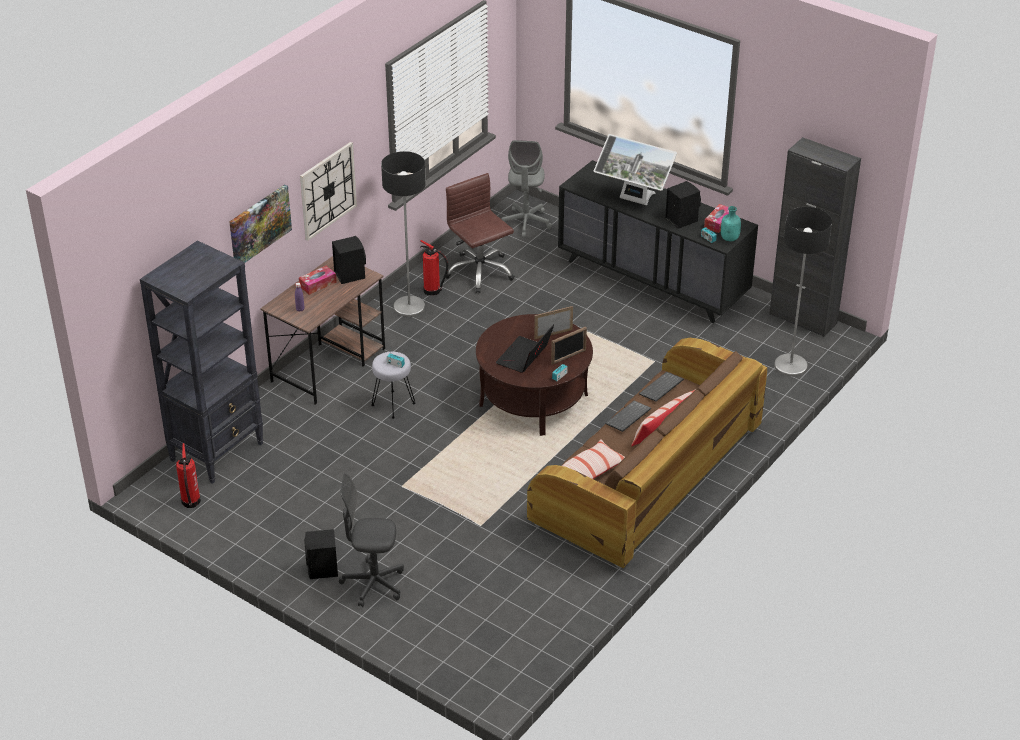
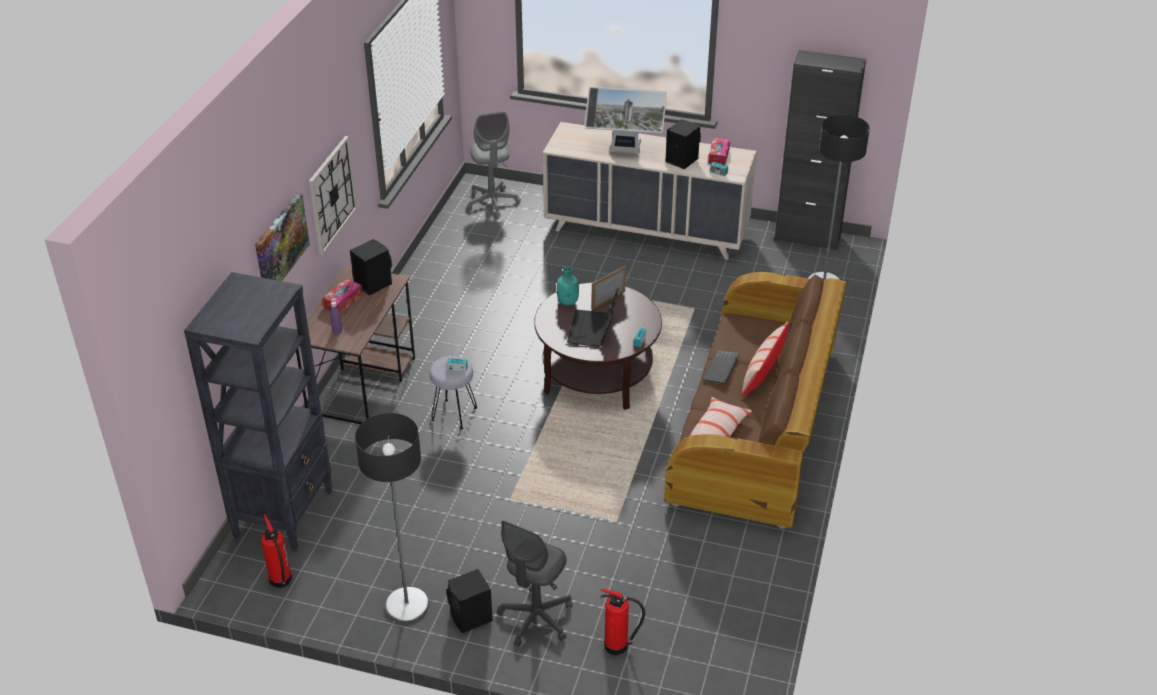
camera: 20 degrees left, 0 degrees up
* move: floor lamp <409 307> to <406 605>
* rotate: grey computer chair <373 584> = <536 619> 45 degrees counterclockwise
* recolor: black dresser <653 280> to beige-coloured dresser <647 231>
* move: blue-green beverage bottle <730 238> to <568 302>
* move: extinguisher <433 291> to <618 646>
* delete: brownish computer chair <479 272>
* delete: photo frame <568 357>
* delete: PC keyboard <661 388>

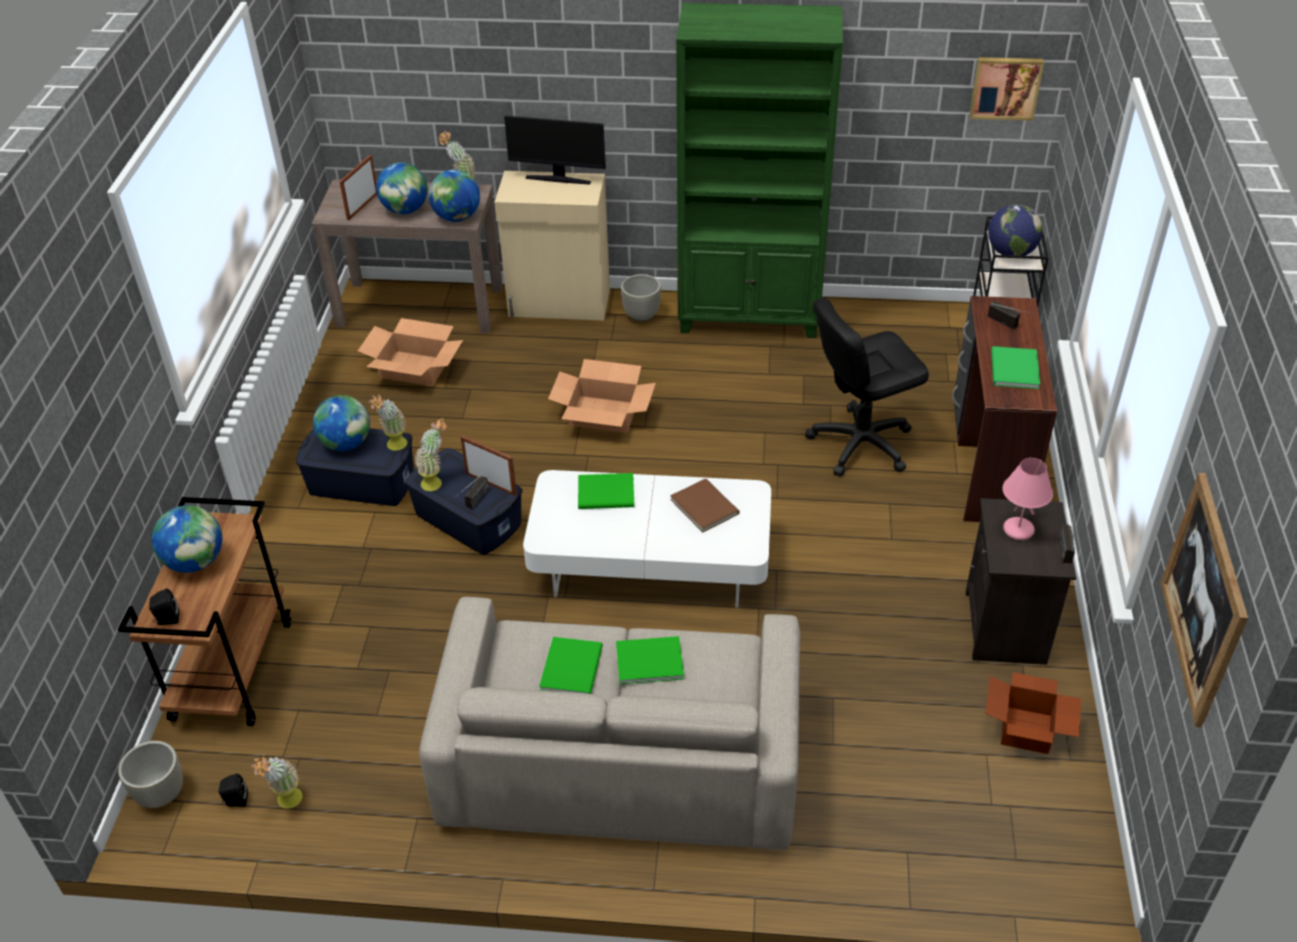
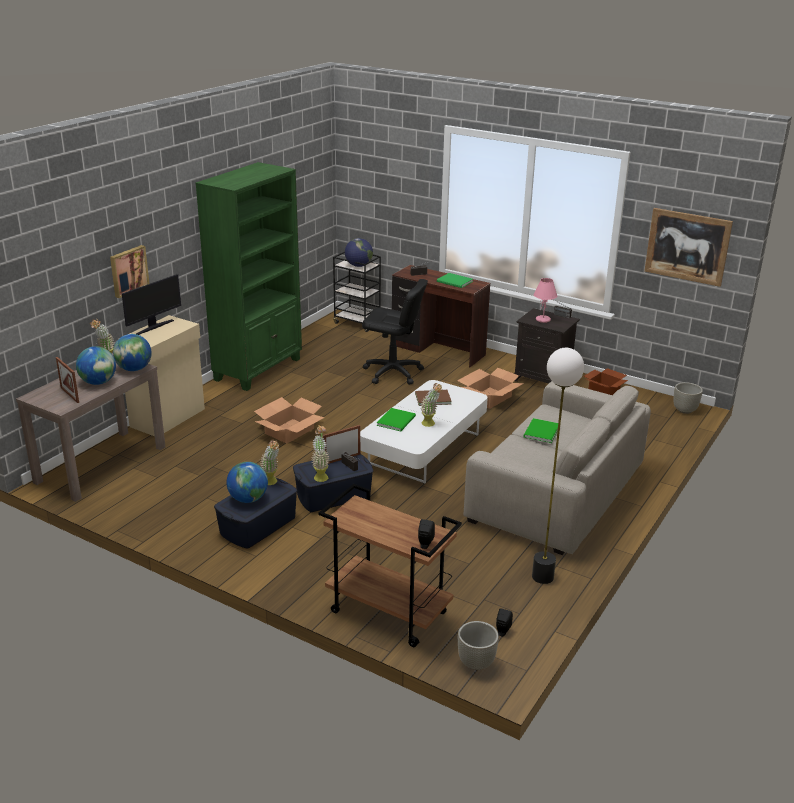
camera: 65 degrees left, 15 degrees down
* move: wall picture <1005 87> to <128 270>
* rotate: black computer chair <860 443> = <393 373> 75 degrees counterclockwise
* move: plant in a pot <286 803> to <430 424>
* move: carton <414 368> to <489 398>
* insert: floor lamp <542 577>
* move: grey planter <641 315> to <684 410>
* delete: desk globe <195 562>
* delete: greenish bound book <573 667>

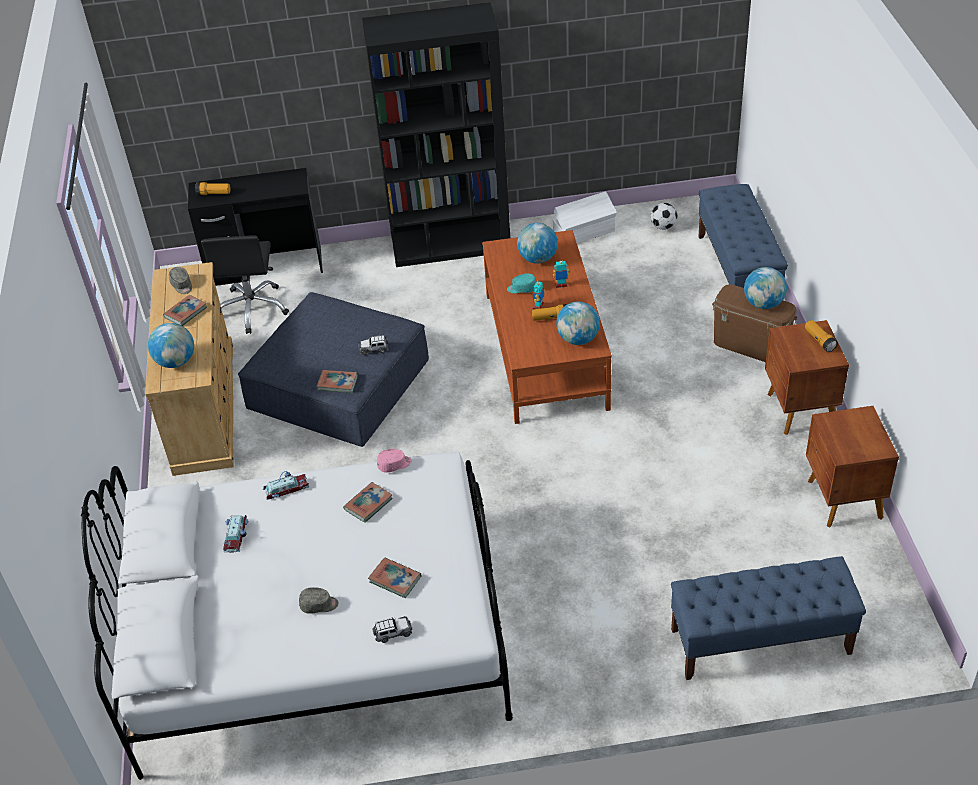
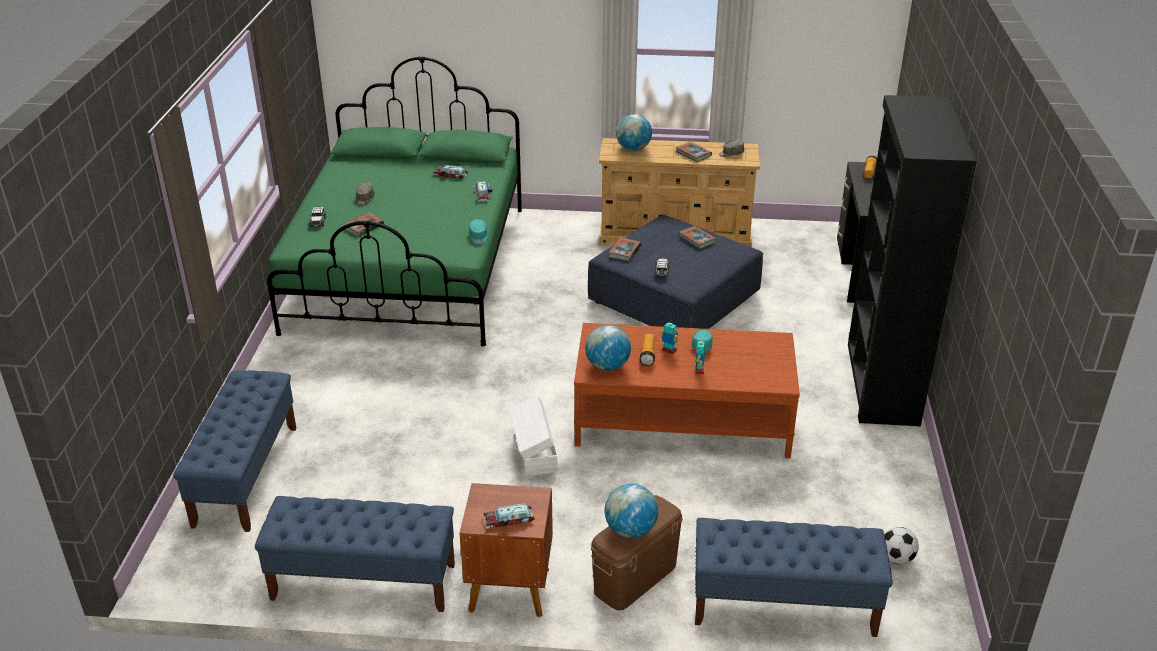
camera: 100 degrees right, 10 degrees down
* replace: brownish night table <843 500> to blue indoor bench <363 582>
* recolor: white-coloured bed <319 635> to greenish bed <410 268>
* recolor: pink-coloured baseball cap <394 464> to blue-green baseball cap <478 237>
* replace: hand torch <819 341> to miniature car <509 520>
* move: white-coloured storage container <585 232> to <534 452>
* move: bound book <368 504> to <697 239>
* delete: black computer chair <252 308>
* delete: desk globe <538 259>

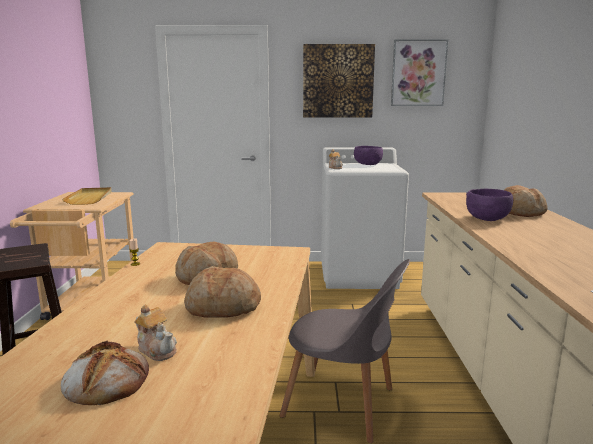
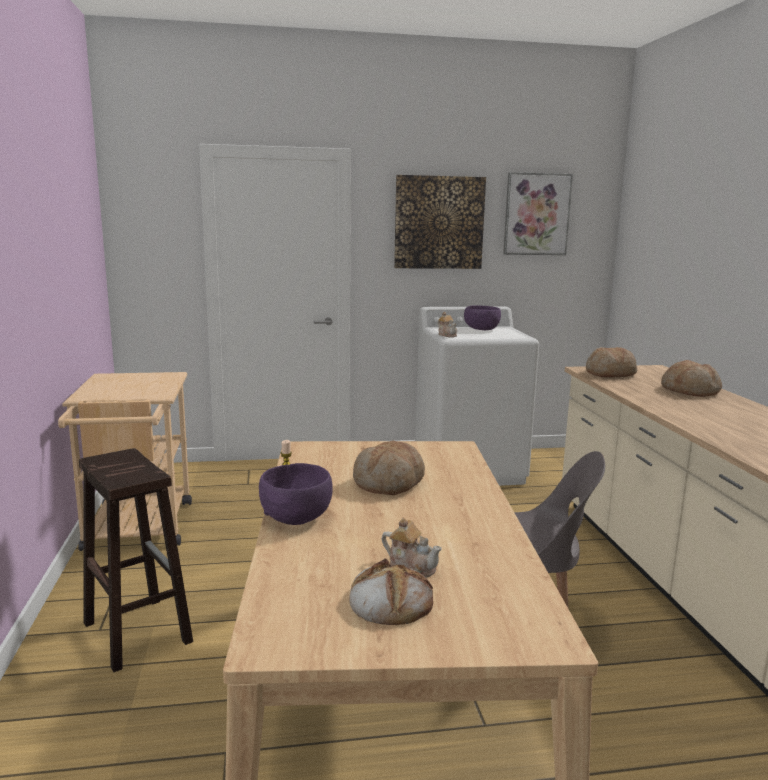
camera: 10 degrees left, 0 degrees up
* move: purple bowl <487 218> to <297 517>
* move: bread <222 307> to <610 374>
* delete: beige-coloured tray <90 198>

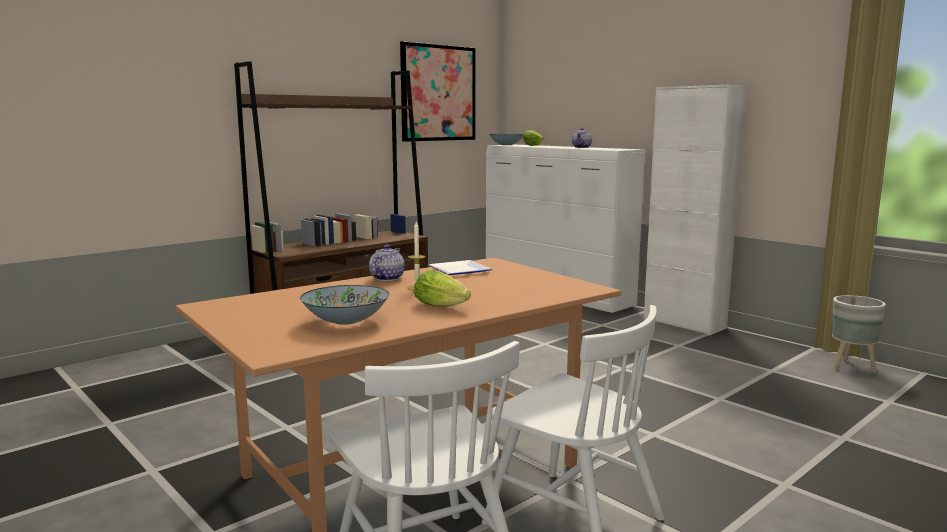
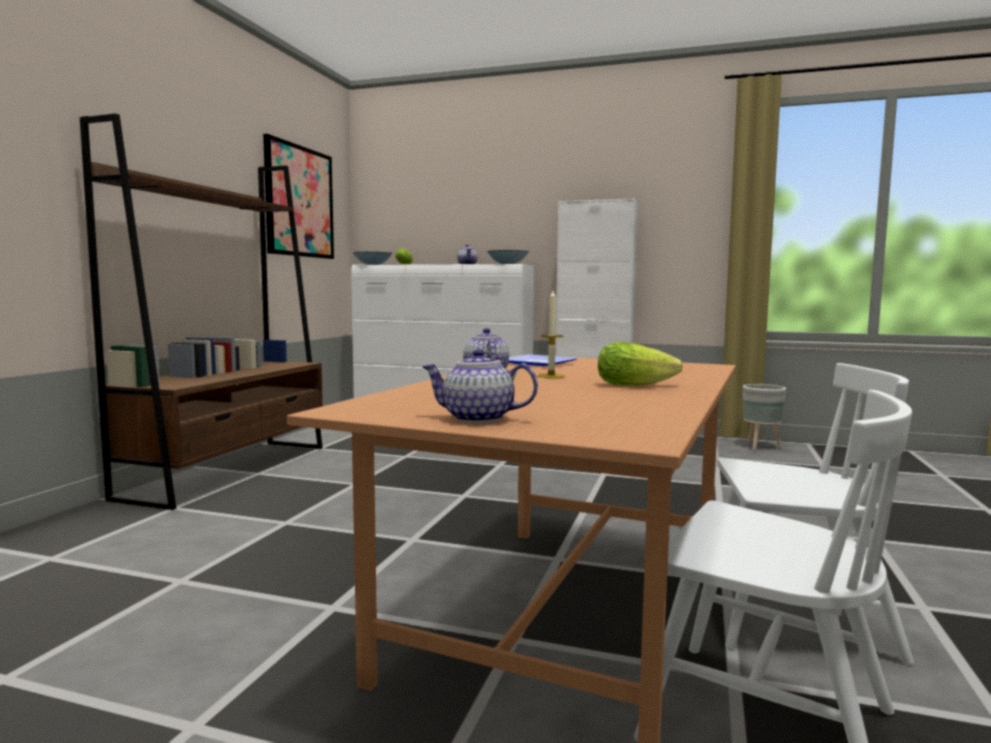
camera: 30 degrees left, 5 degrees down
* insert: pot for tea <477 418>
* move: bowl <346 321> to <508 264>

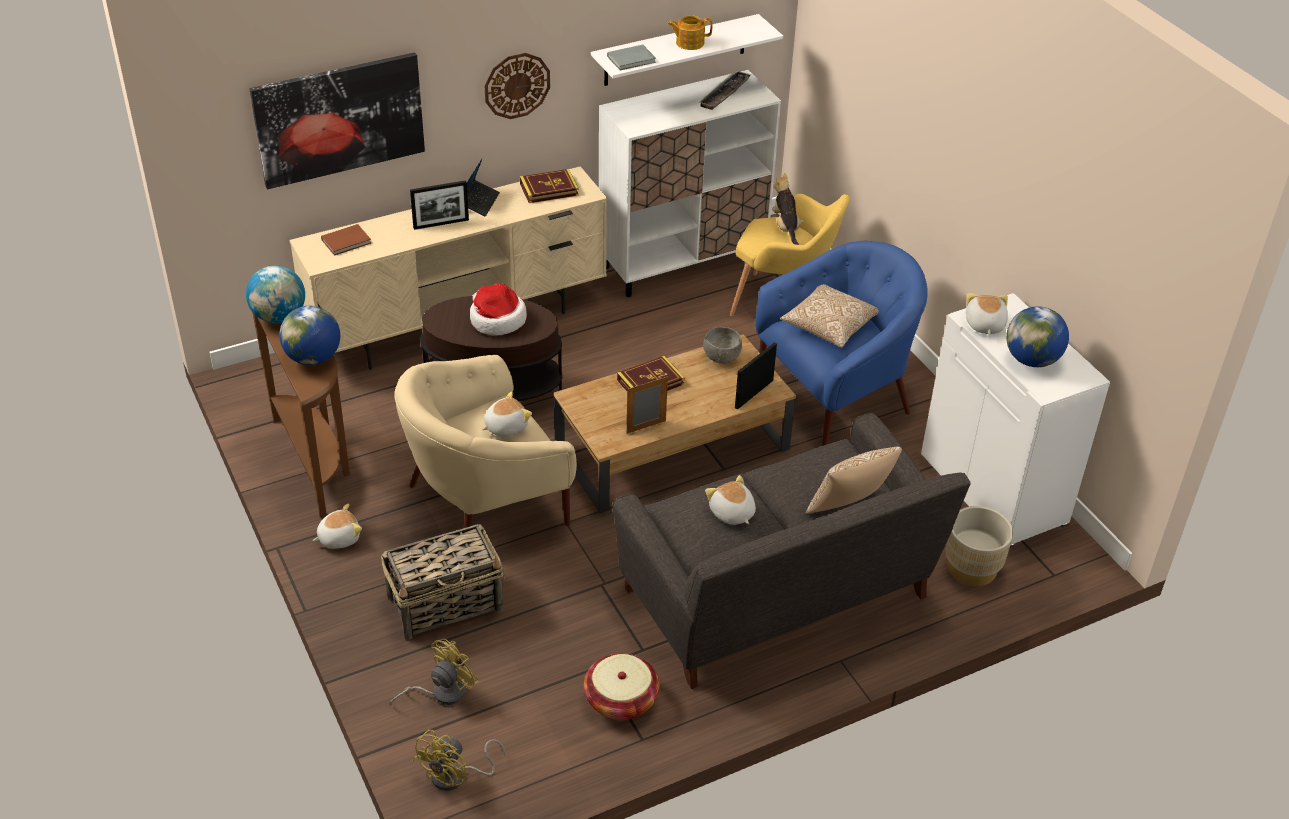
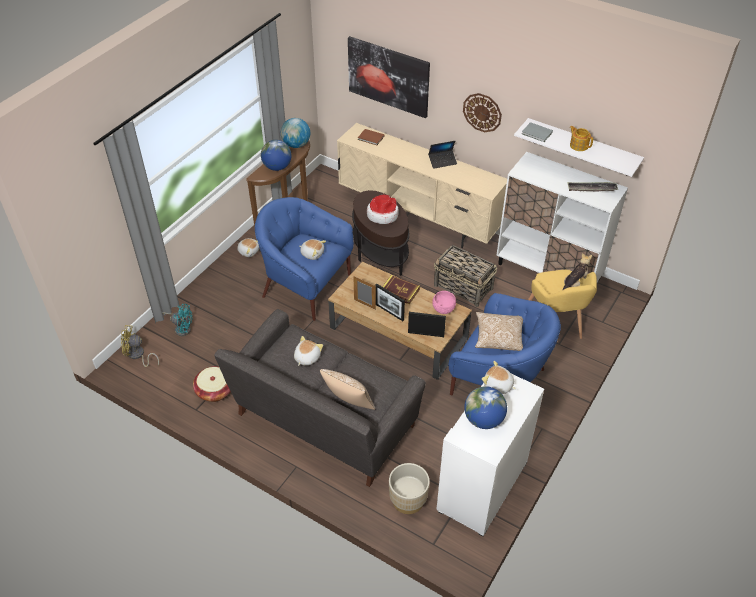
camera: 60 degrees right, 5 degrees up
* recolor: yellow-coloured fan <441 693> to blue-green fan <181 328>
* recolor: beige-coloured easy chair <486 503> to blue easy chair <305 286>
* move: photo frame <441 224> to <389 312>
* recolor: grey bowl <721 358> to pink-coloured bowl <443 309>
* move: basket <446 603> to <463 287>
* rotate: soft toy <984 325> = <498 385> 120 degrees counterclockwise
* delete: bound book <549 189>

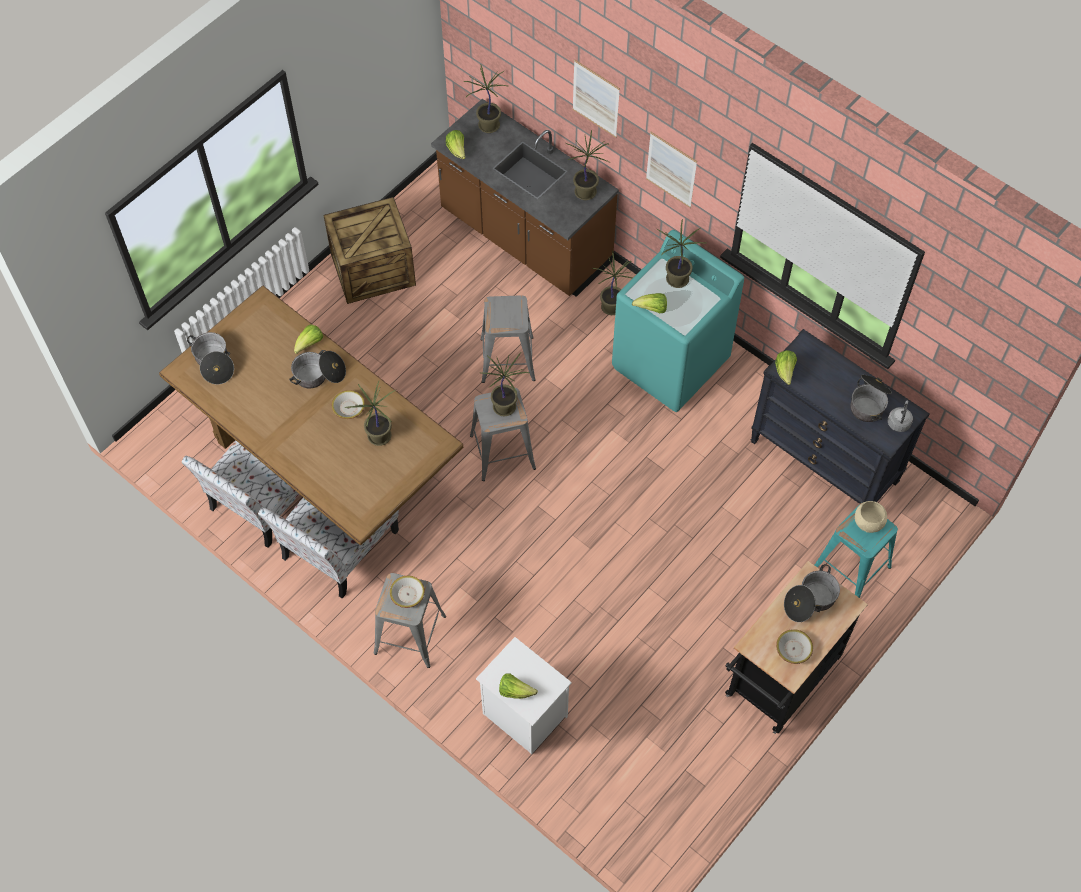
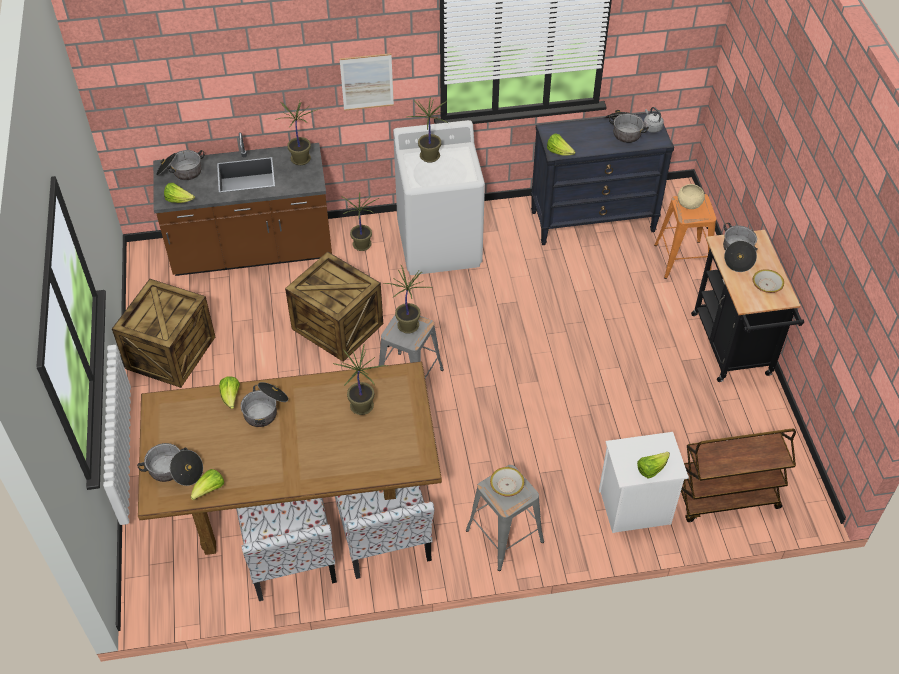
camera: 50 degrees left, 10 degrees down
* replace: plant in a pot <488 126> to cooking pot <180 172>
* move: lettuce head <652 309> to <209 490>
* replace: grey sitting stool <508 359> to crate <338 325>
* recolor: blue-green washing machine <670 364> to white-coloured washing machine <440 245>
* recolor: blue-green sitting stool <852 568> to orange sitting stool <683 259>
* insert: brownish cart <726 499>
* delete: bowl <348 408>
* delete: wall picture <596 98>

